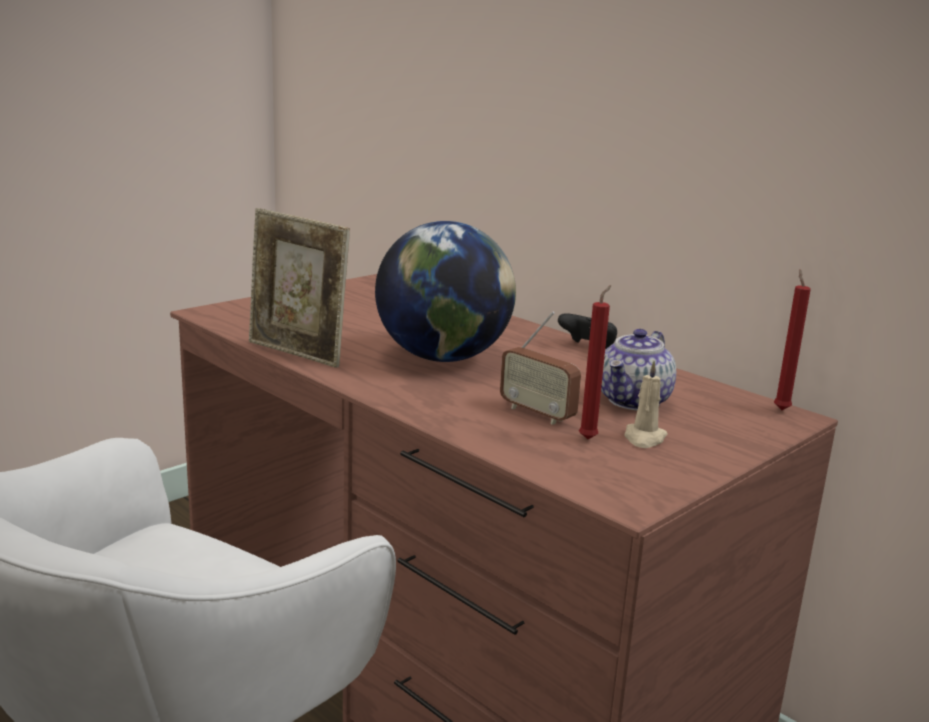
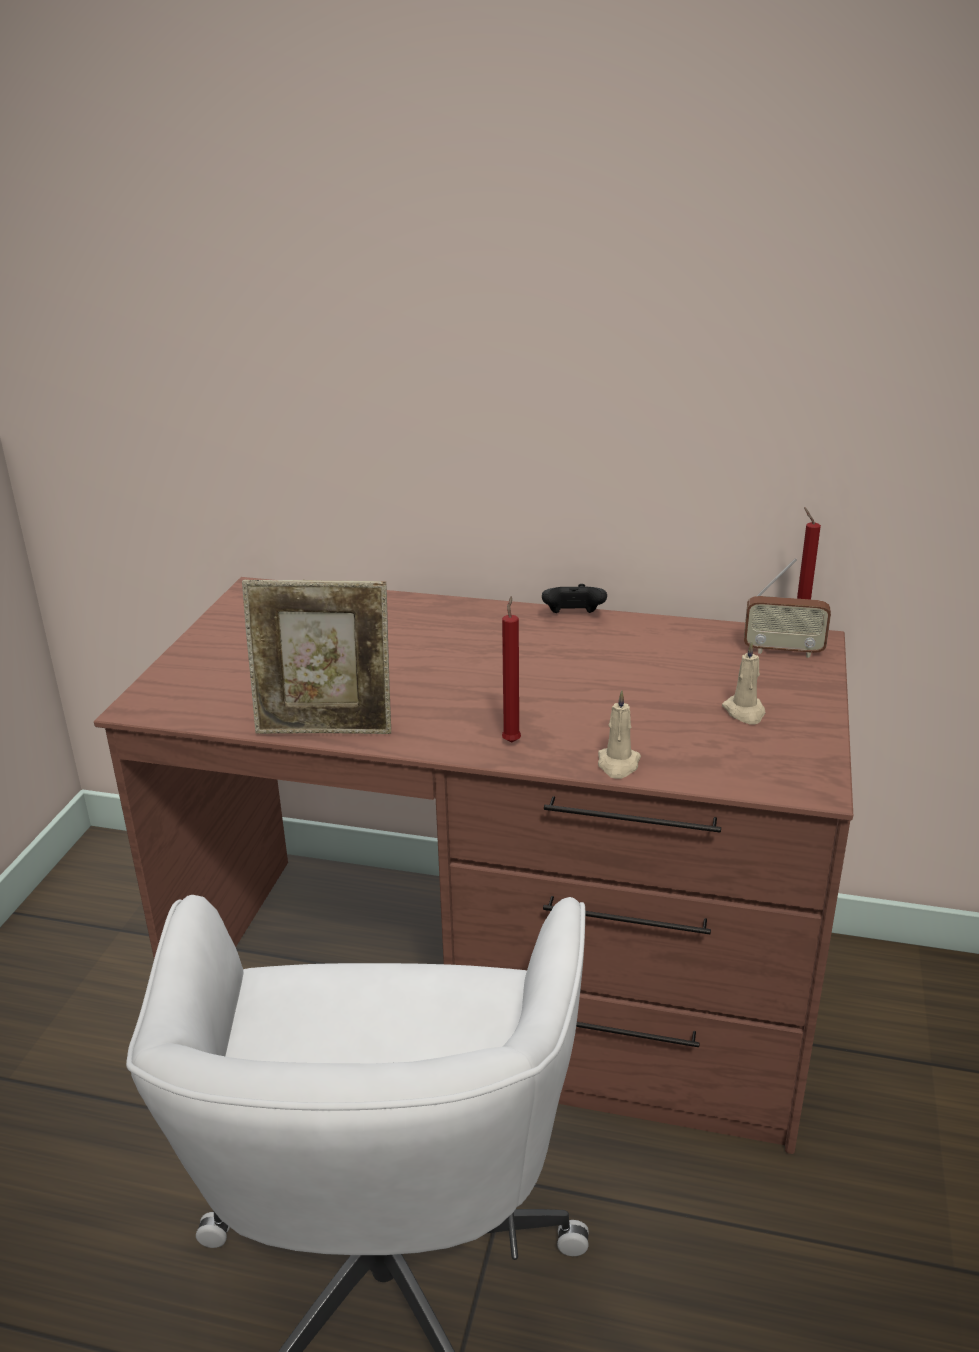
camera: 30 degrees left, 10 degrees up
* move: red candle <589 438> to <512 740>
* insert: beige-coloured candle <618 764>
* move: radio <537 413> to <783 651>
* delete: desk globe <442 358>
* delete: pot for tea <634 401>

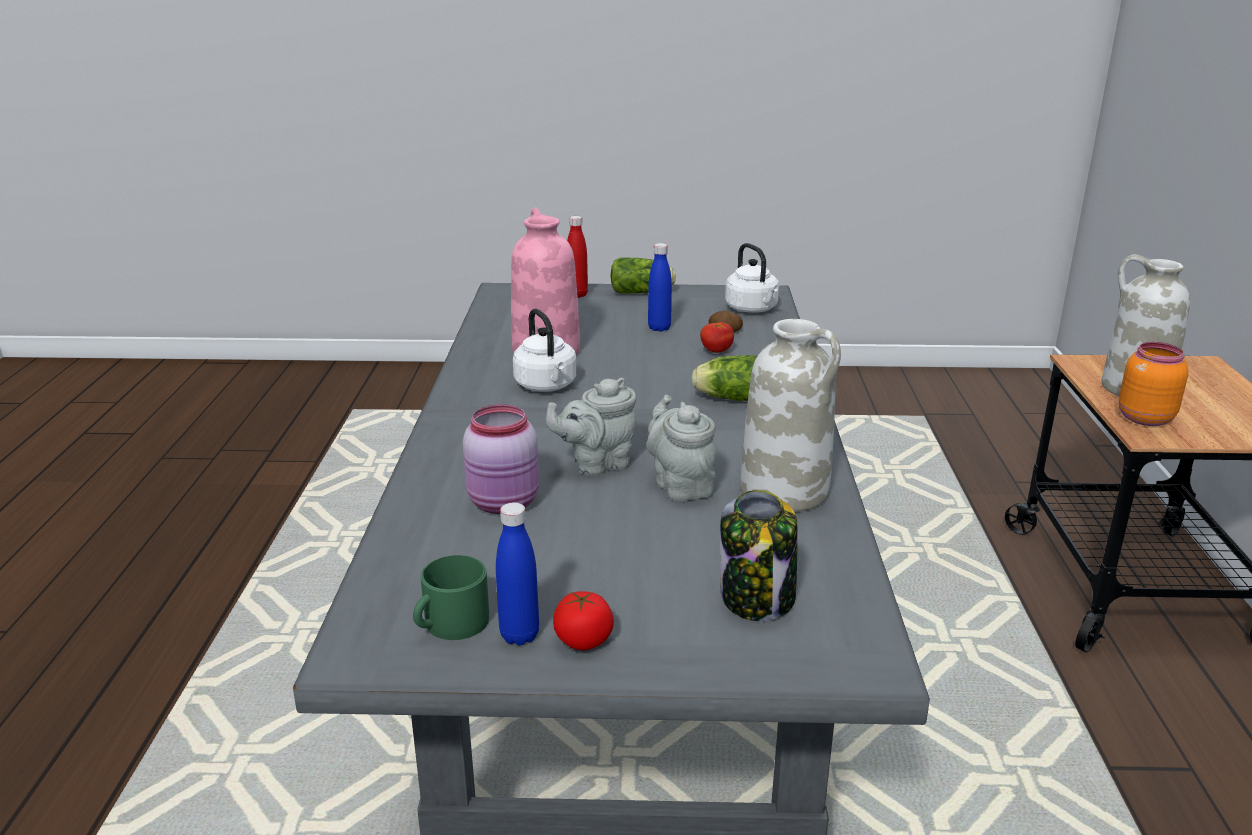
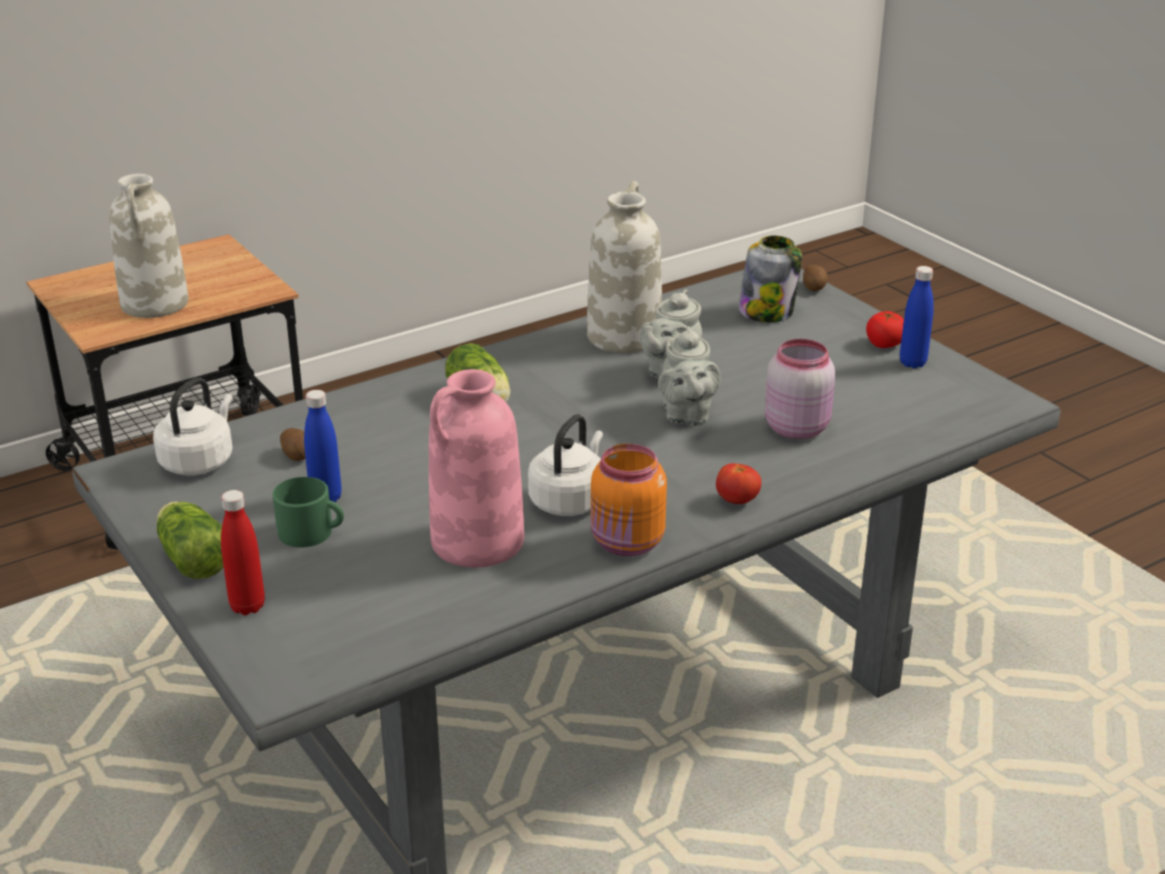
camera: 125 degrees left, 5 degrees up
* move: greenish mug <450 624> to <312 532>
* move: orange preserve jar <1143 418> to <627 544>
* rotate: grey pot for tea <596 464> = <686 415> 60 degrees clockwise
* move: fresh tomato <716 351> to <737 501>
* insert: whole potato <814 287>

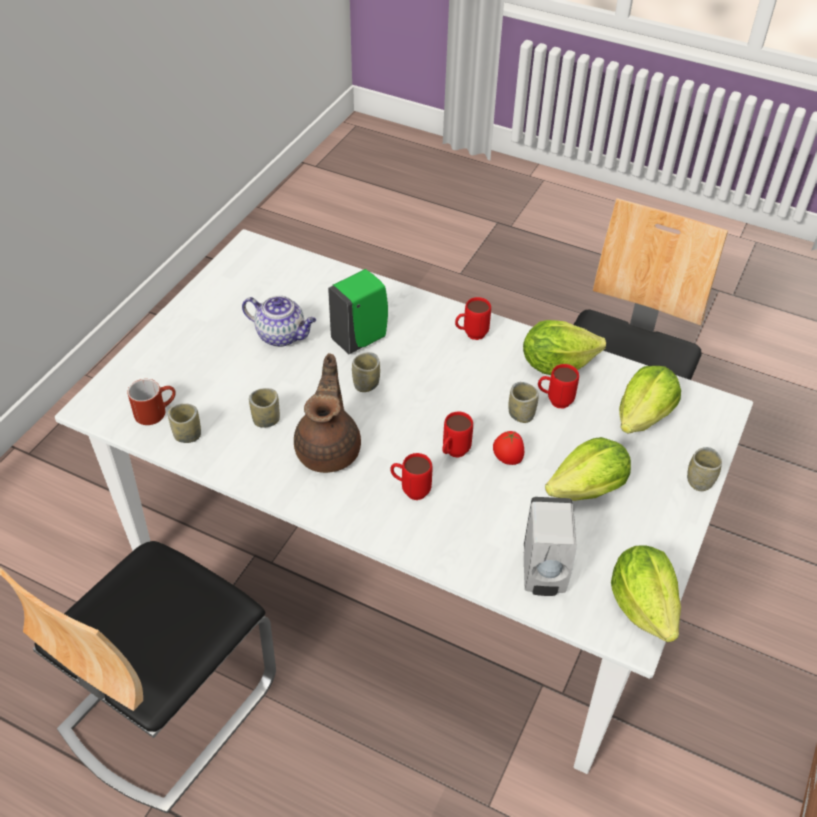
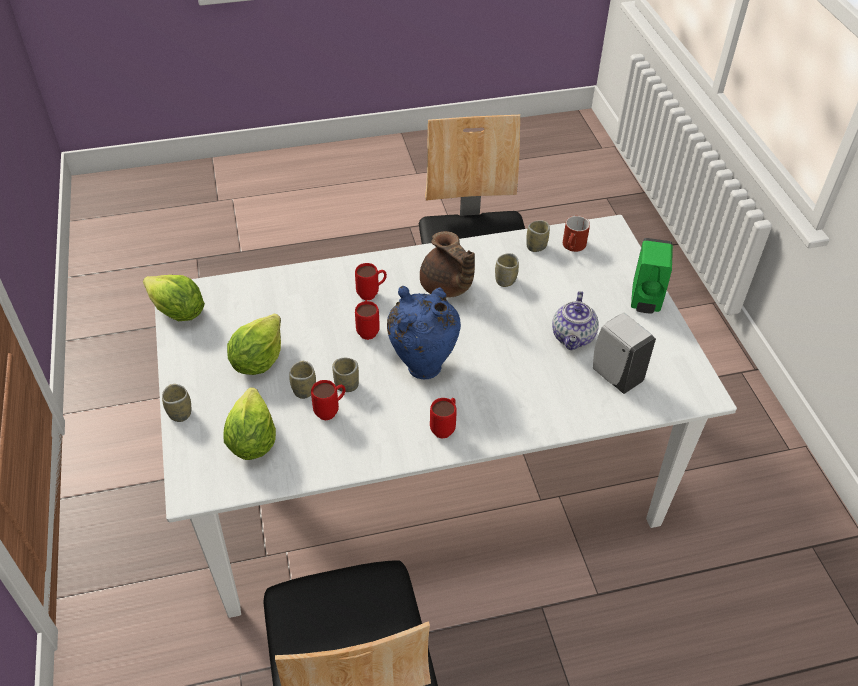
camera: 140 degrees right, 0 degrees up
* move: small cup <366 384> to <304 390>
* insert: blue decorative vase <423 364>
* rotate: pot for tea <282 335> = <573 337> 60 degrees counterclockwise
* move: white-coloured soap dispenser <543 575> to <615 375>
* move: greenish soap dispenser <361 338> to <645 301>
* delete: fresh tomato <507 459>
* delete: lettuce head <556 364>

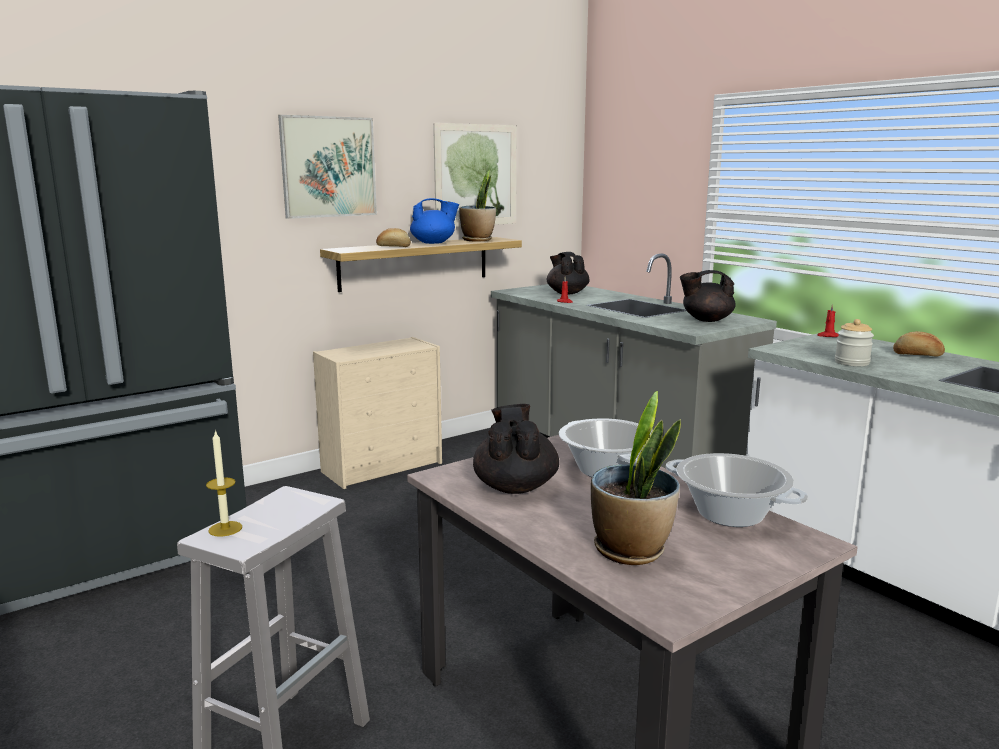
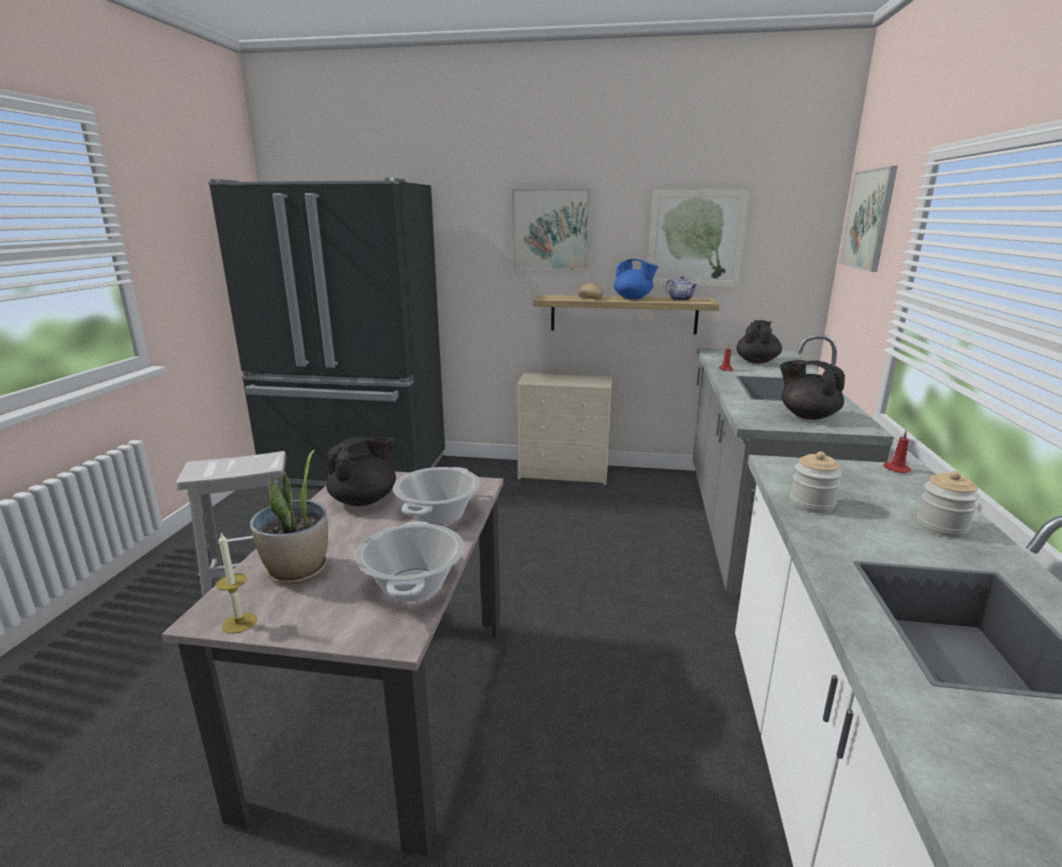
camera: 45 degrees right, 5 degrees up
* move: candle <225 529> to <239 623>
* replace: plant in a pot <478 240> to pot for tea <680 299>
* insert: wall picture <868 219>
* replace: bread <917 355> to preserve jar <941 527>

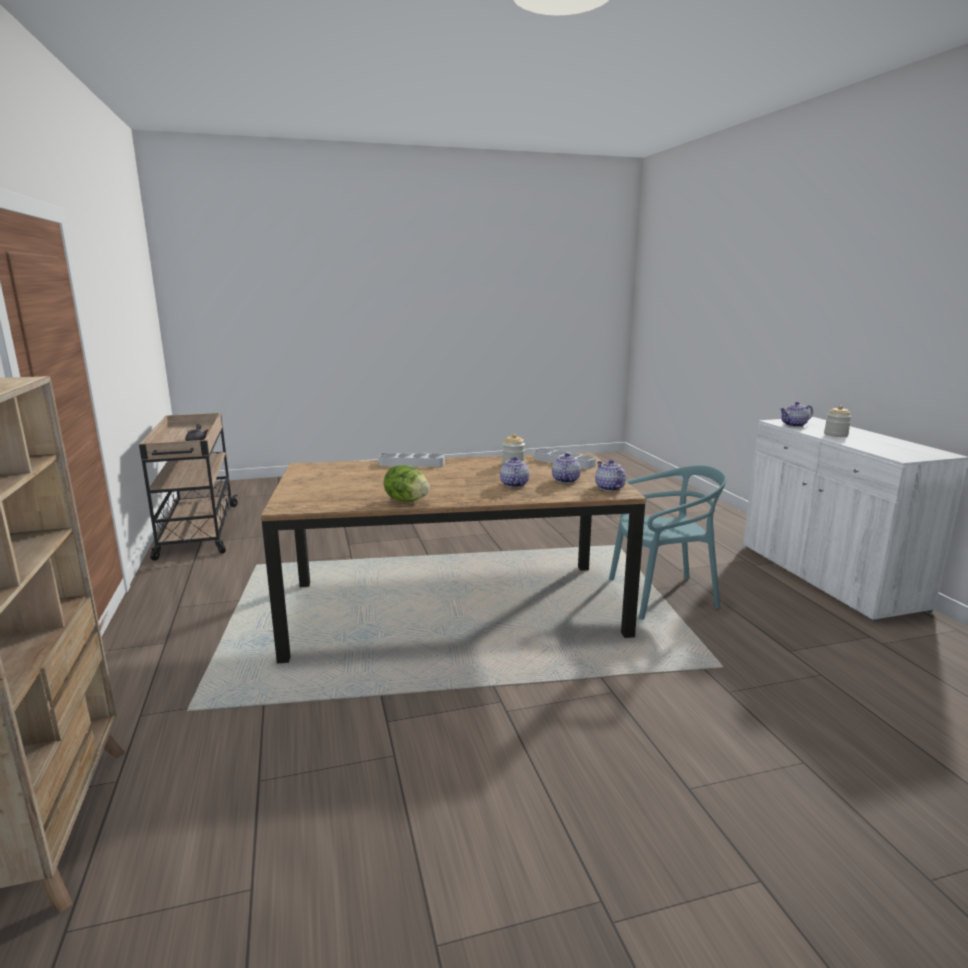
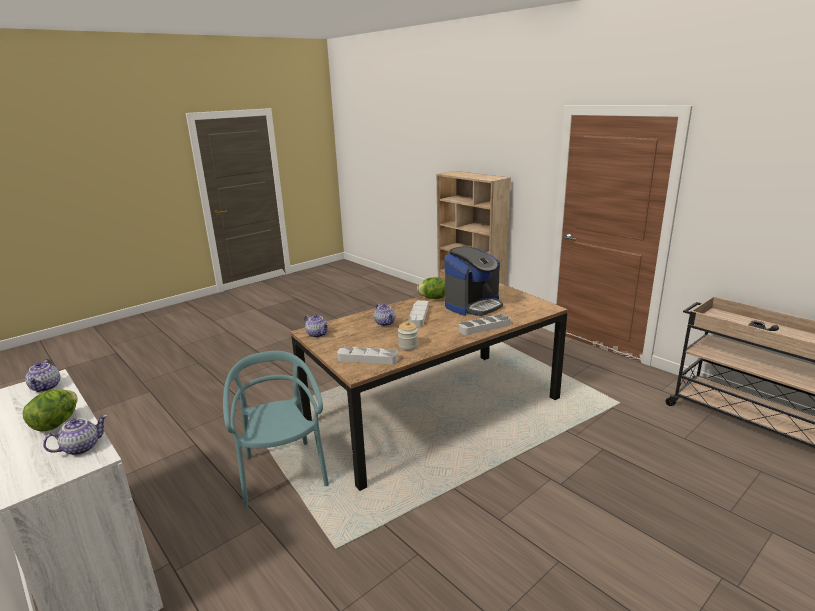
camera: 155 degrees right, 5 degrees up
* replace: preserve jar <835 435> to lettuce head <56 424>
* move: pot for tea <565 480> to <47 387>
* rotate: blue-green upright chair <661 595> = <282 472> 105 degrees clockwise
* insert: grey tray <418 316>
* insert: coffee machine <473 305>

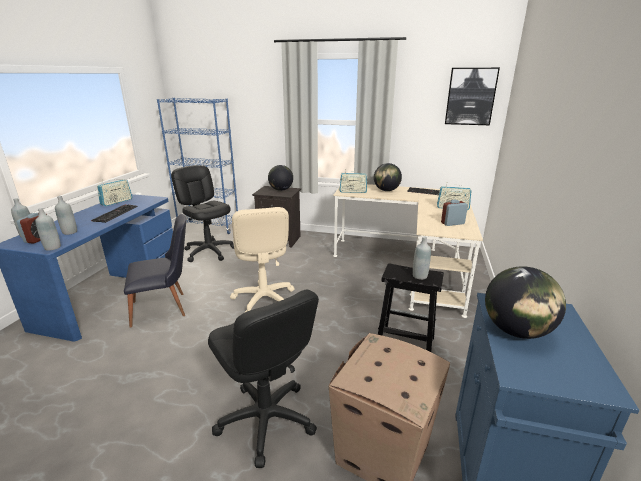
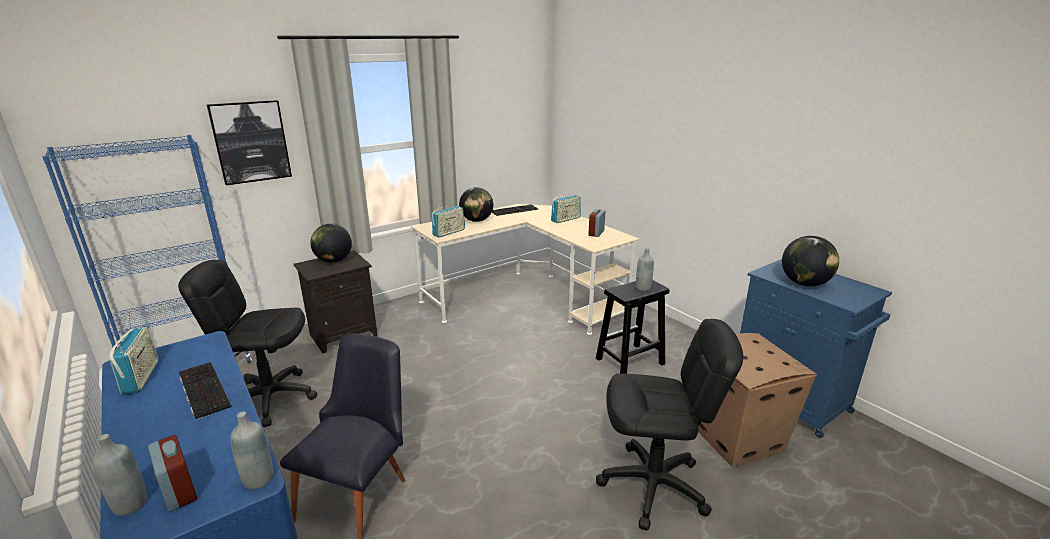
camera: 50 degrees left, 0 degrees up
* move: wall picture <470 96> to <251 142>
* delete: grey beverage bottle <70 232>
* delete: beige-coloured computer chair <263 299>

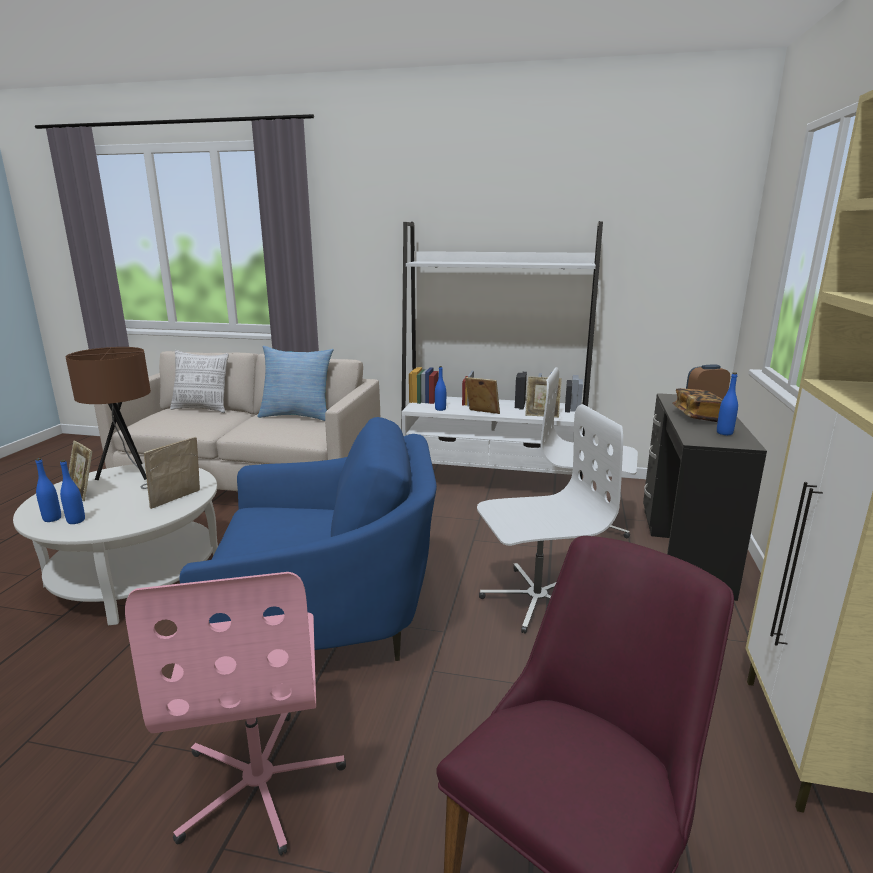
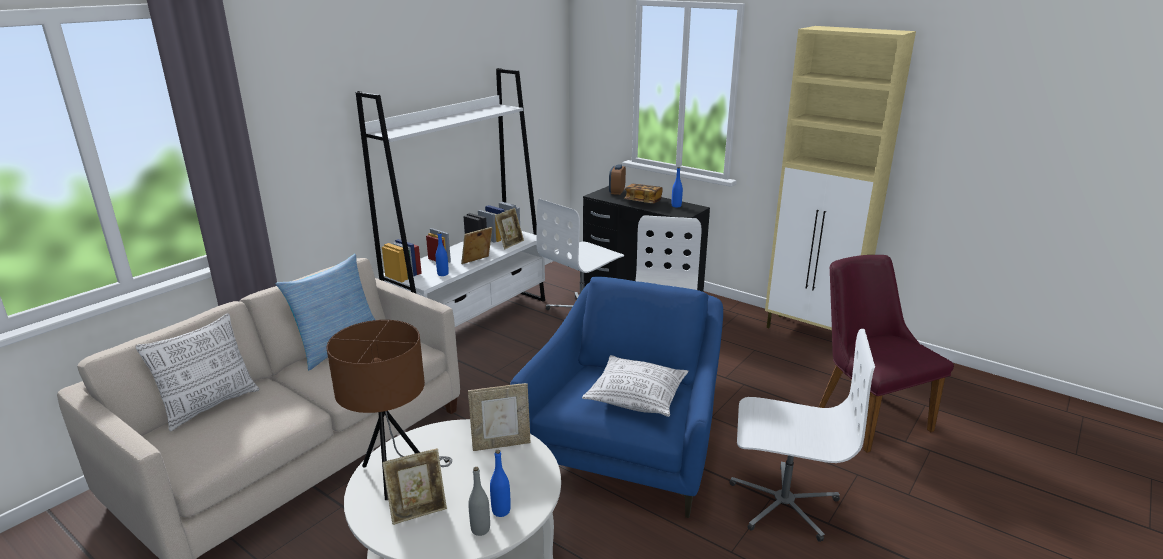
camera: 65 degrees left, 5 degrees up
* rotate: photo frame <177 500> = <501 444> 75 degrees counterclockwise
* recolor: blue beverage bottle <52 518> to grey beverage bottle <480 529>
* insert: throw pillow <637 397>
* recolor: pink-coloured computer chair <260 781> to white-coloured computer chair <783 502>

